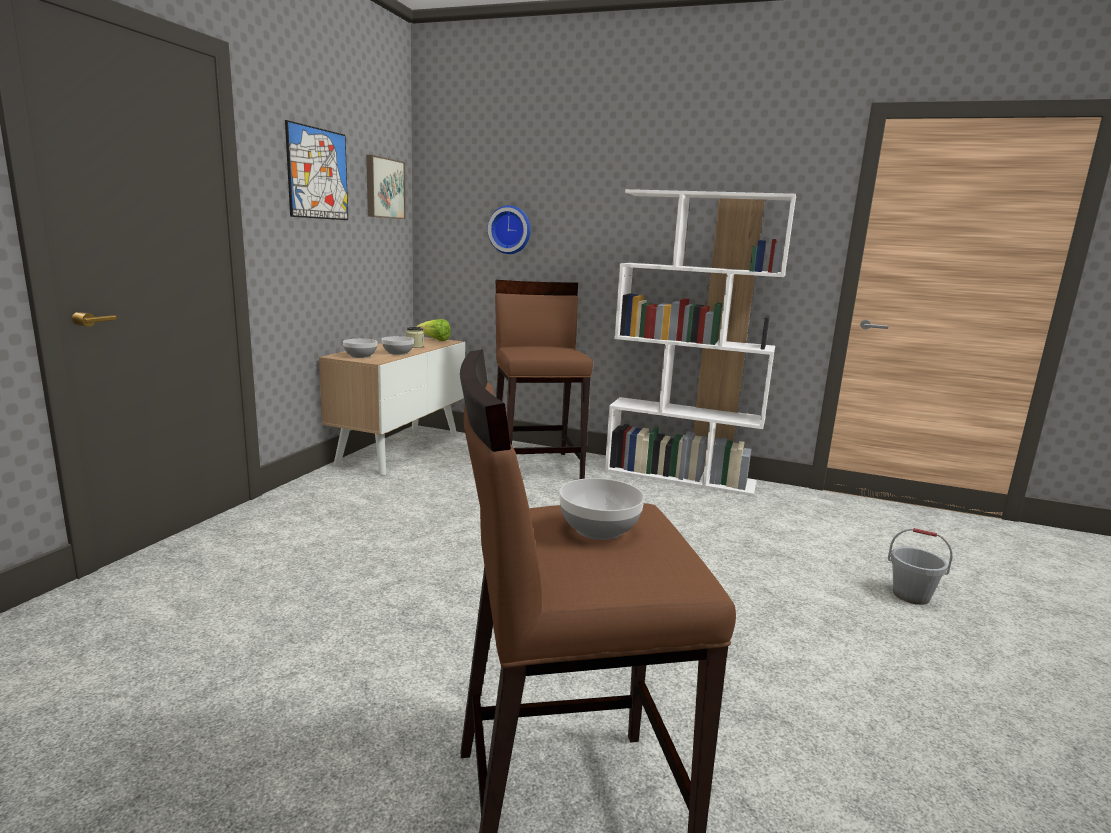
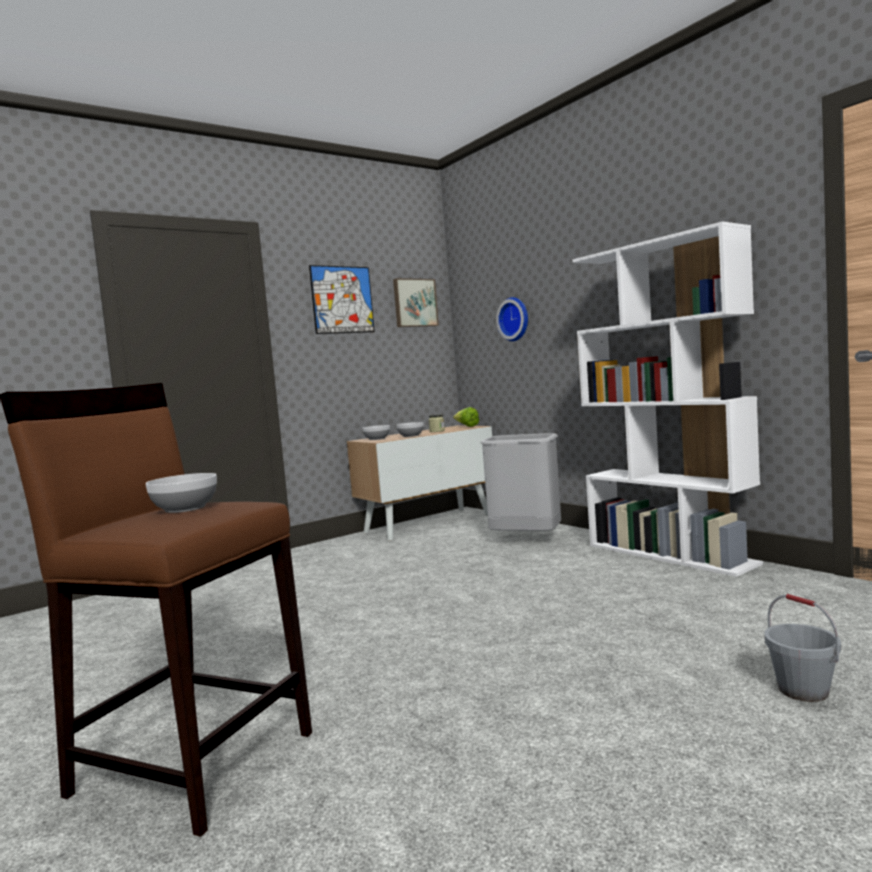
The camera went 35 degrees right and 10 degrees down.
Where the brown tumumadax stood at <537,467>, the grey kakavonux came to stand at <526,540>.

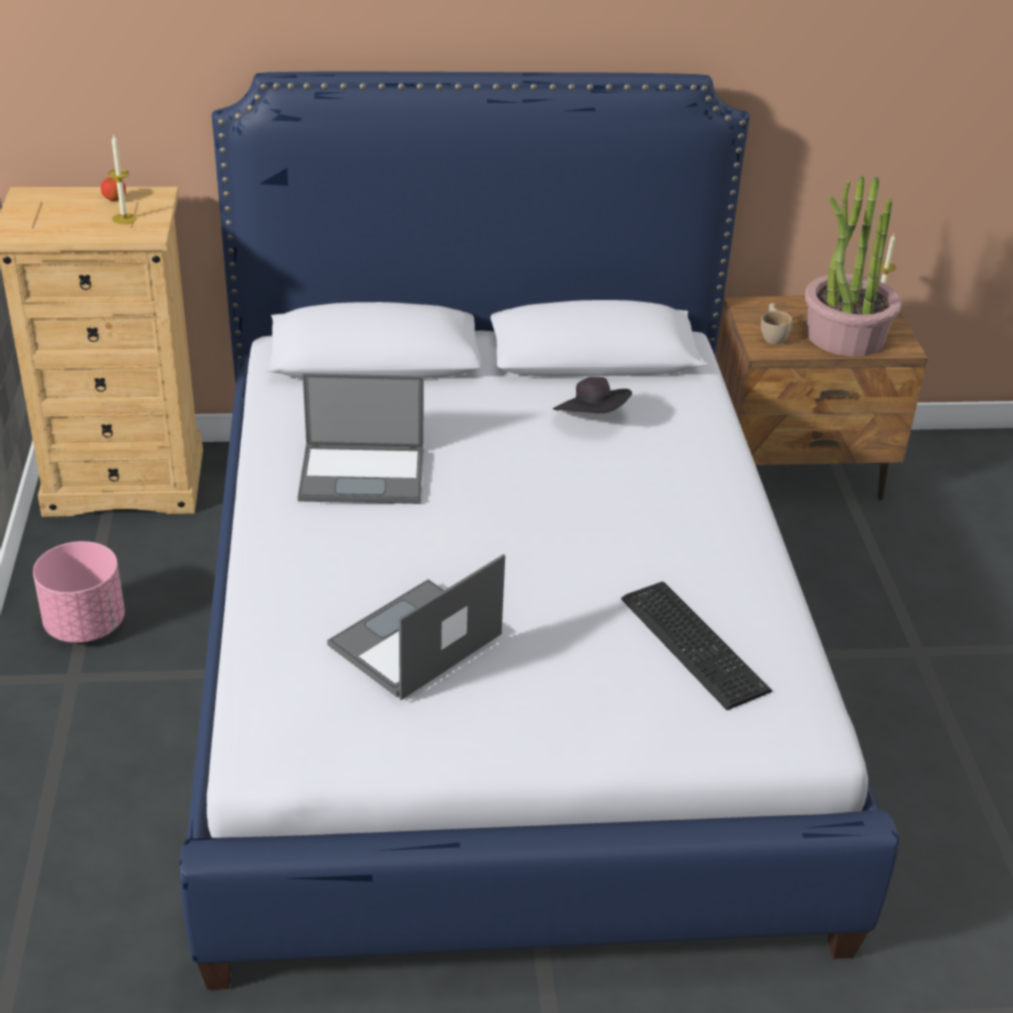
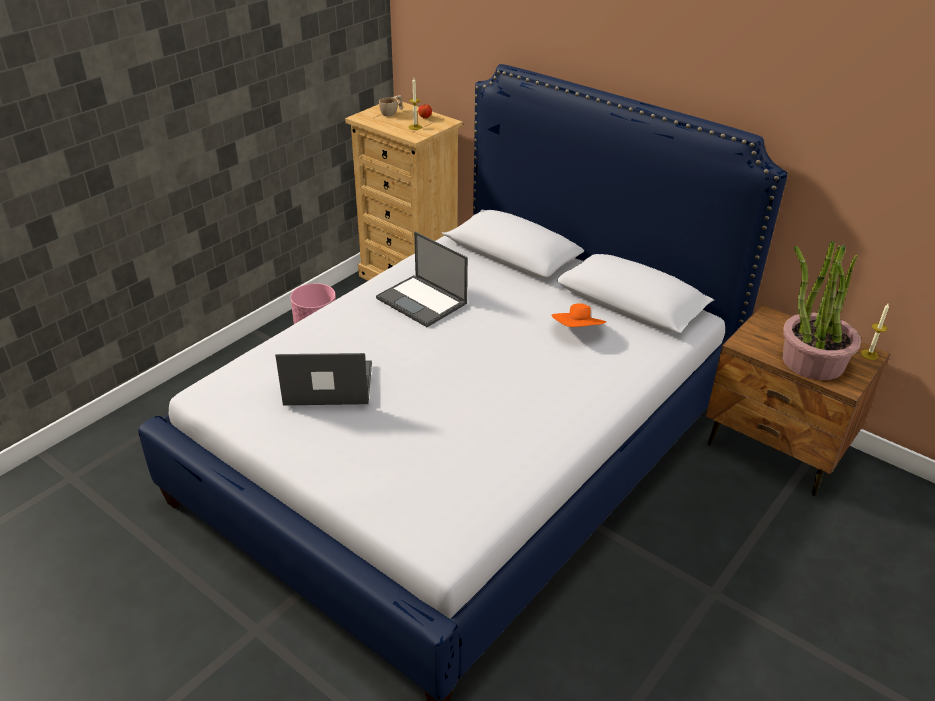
The camera went 45 degrees right and 0 degrees up.
The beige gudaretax ended up elsewhere, having gone from <773,335> to <392,113>.
What was the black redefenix at <592,419> turned into the orange redefenix at <578,331>.
The second view lost the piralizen at <695,641>.

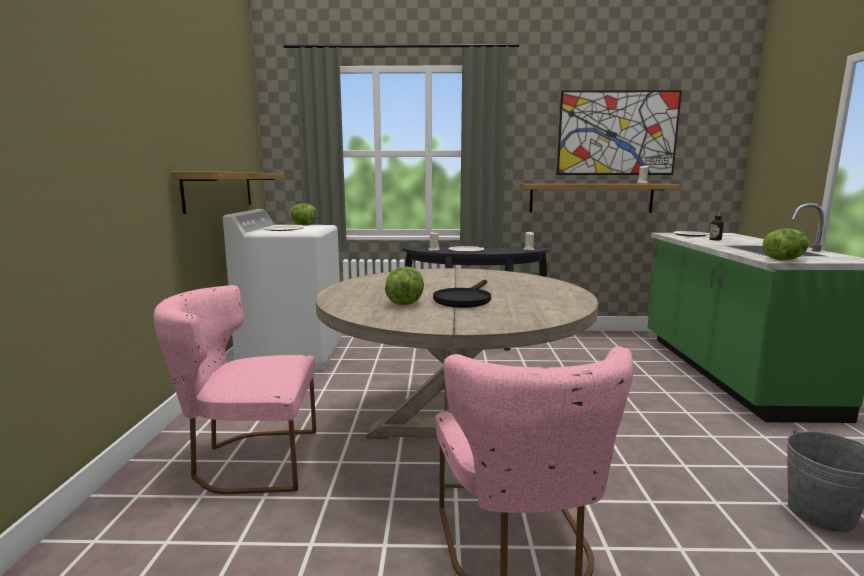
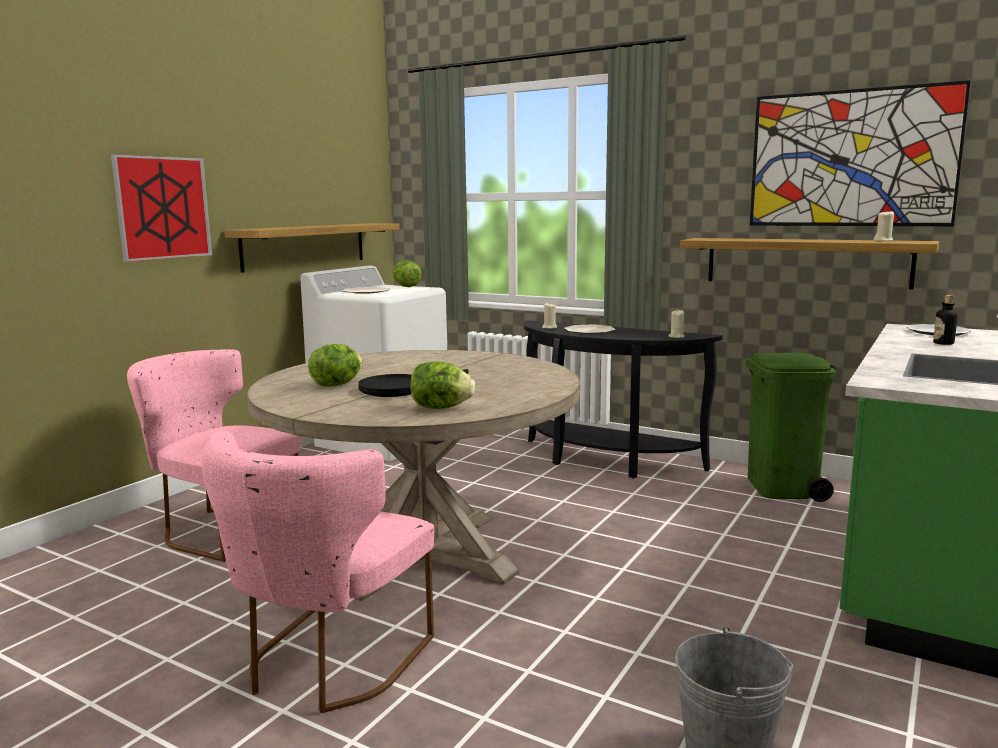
The camera went 30 degrees right and 0 degrees up.
The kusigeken ended up elsewhere, having gone from <784,260> to <441,408>.
The second view gained the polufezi at <163,208>.
The second view gained the green kakavonux at <782,488>.

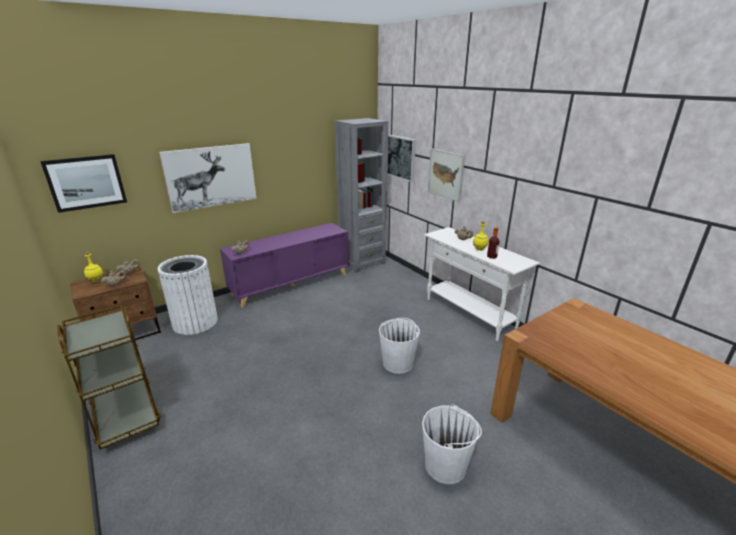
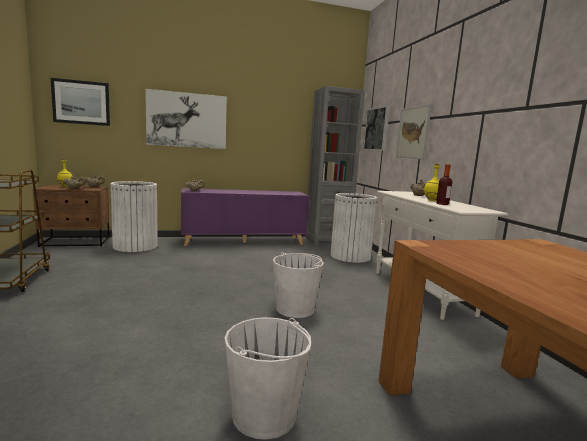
The camera went 20 degrees right and 15 degrees down.
The second view gained the white kakavonux at <350,256>.

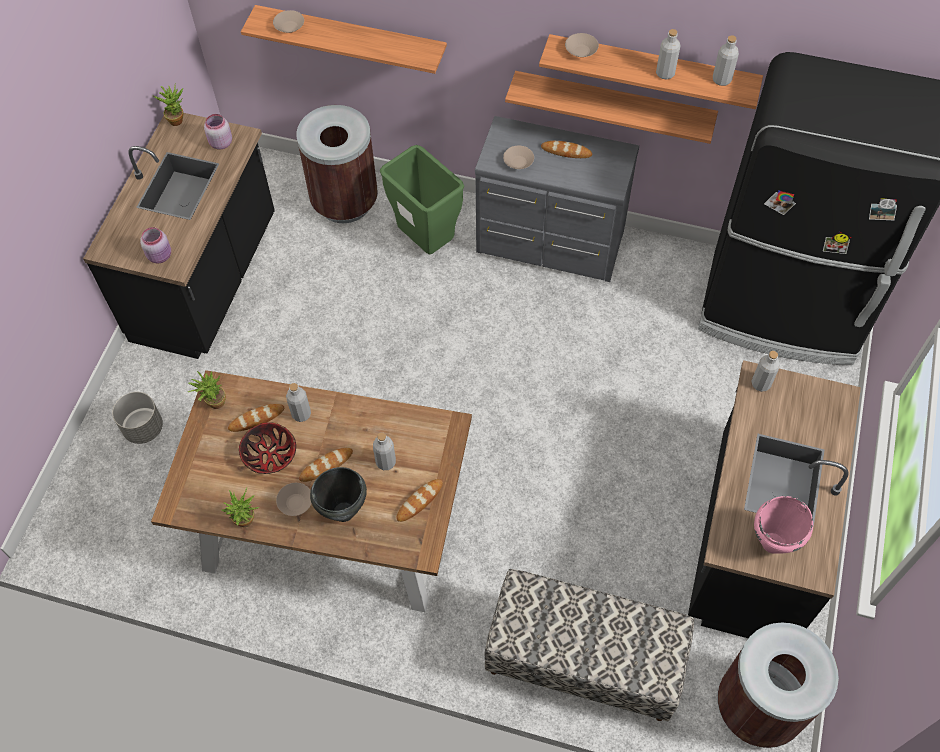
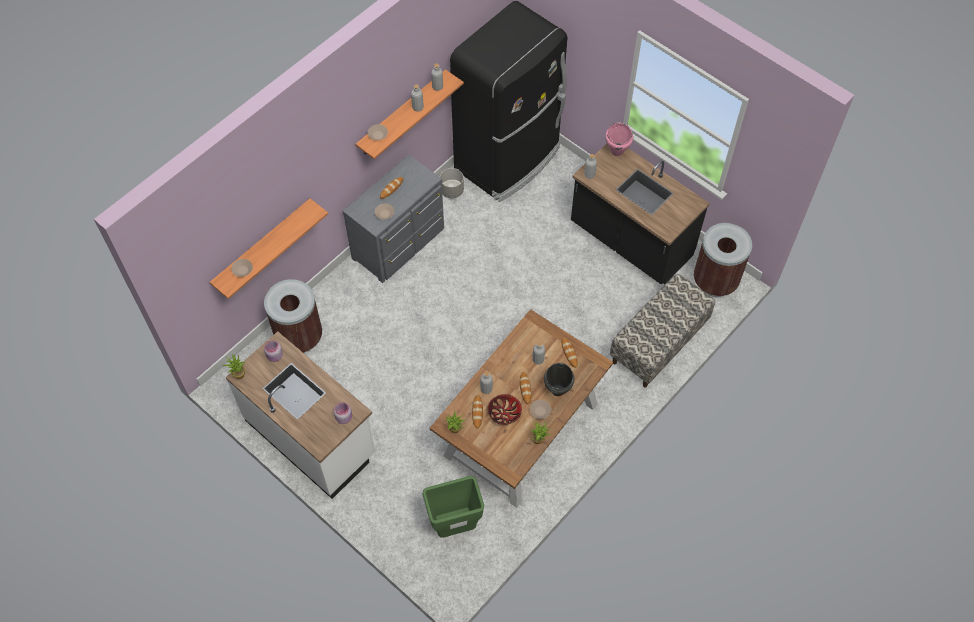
The camera went 65 degrees left and 0 degrees up.
The second view lost the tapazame at <613,104>.
What was the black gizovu at <207,279> turned into the white gizovu at <311,437>.
The green kakavonux ended up elsewhere, having gone from <427,242> to <455,526>.
The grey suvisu ended up elsewhere, having gone from <143,428> to <451,191>.
The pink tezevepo ended up elsewhere, having gone from <773,543> to <617,151>.

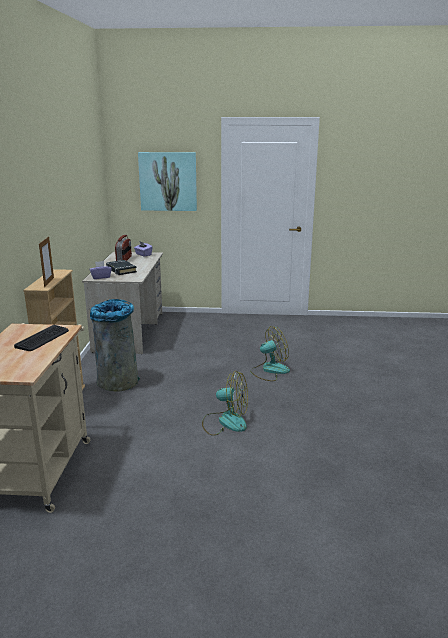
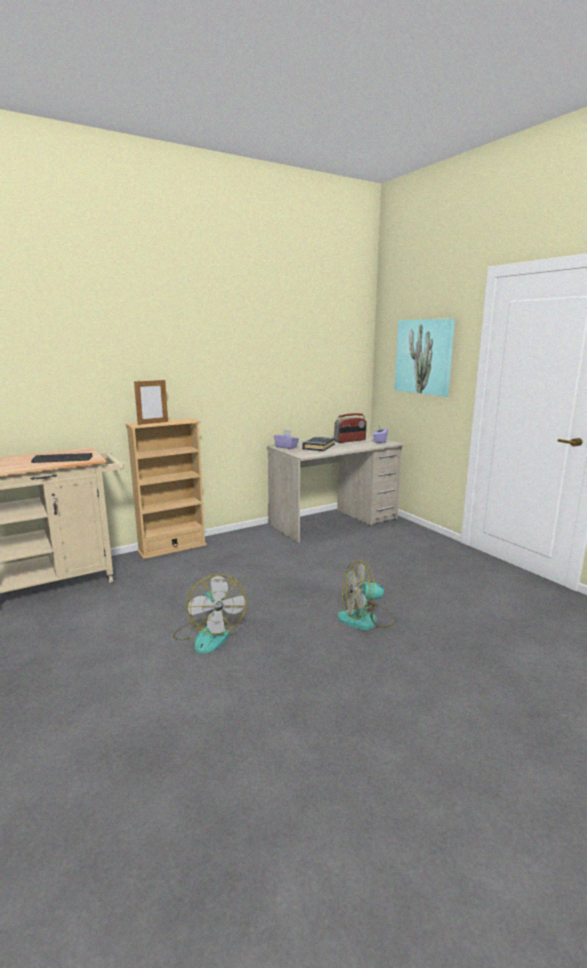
The camera went 55 degrees right and 5 degrees down.
The second view lost the grey kakavonux at <117,381>.
The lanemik at <269,370> ended up facing another way, 135 degrees clockwise from before.

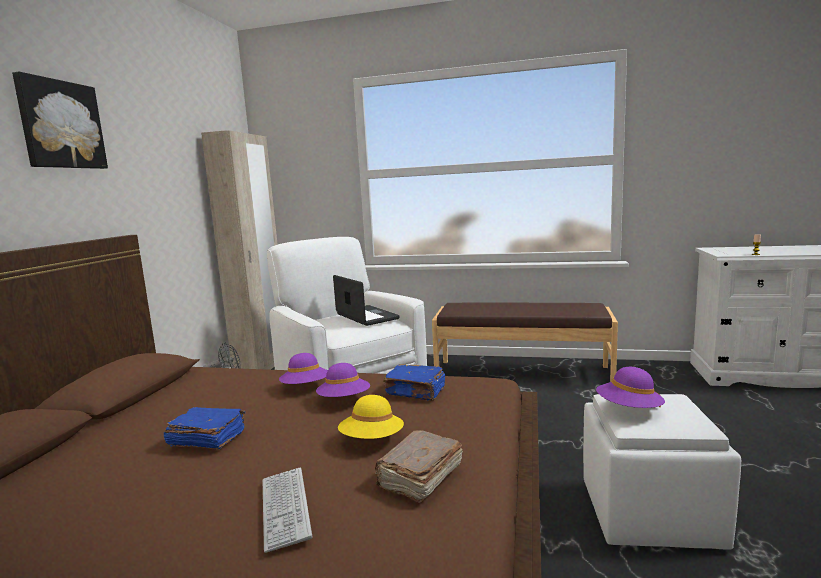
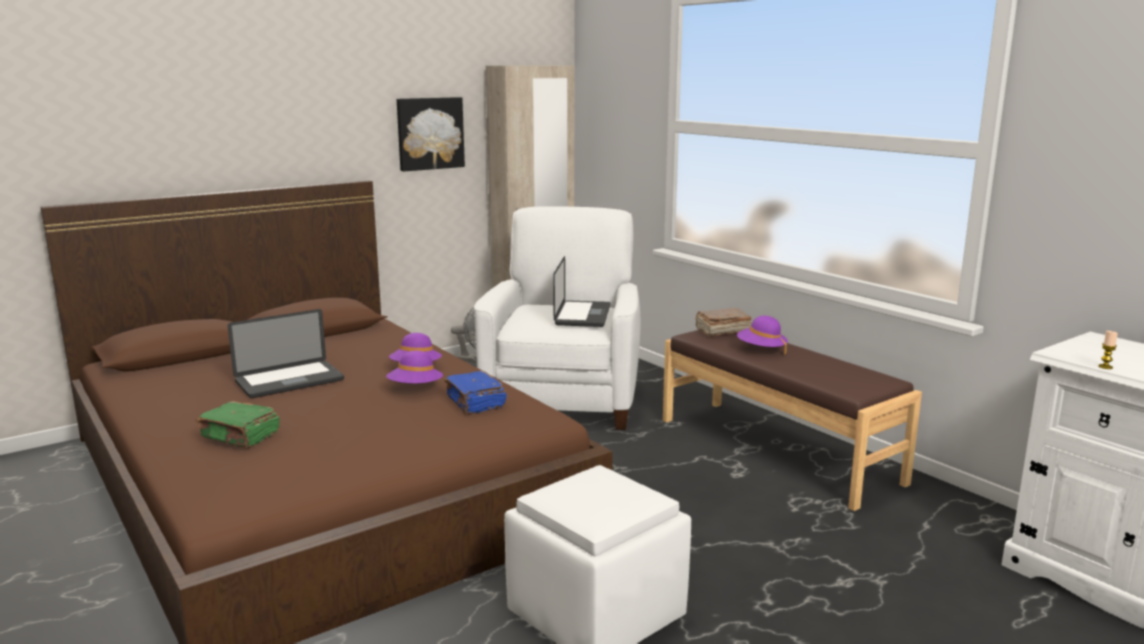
The camera went 40 degrees right and 5 degrees up.
The polufezi ended up elsewhere, having gone from <60,125> to <429,133>.
The purple redefenix ended up elsewhere, having gone from <629,410> to <761,350>.
The second view lost the yellow redefenix at <372,440>.
Where the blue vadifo stood at <207,439>, the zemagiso came to stand at <289,381>.
The brown vadifo ended up elsewhere, having gone from <419,478> to <722,331>.
Where the piralizen stood at <285,508>, the green vadifo came to stand at <240,436>.

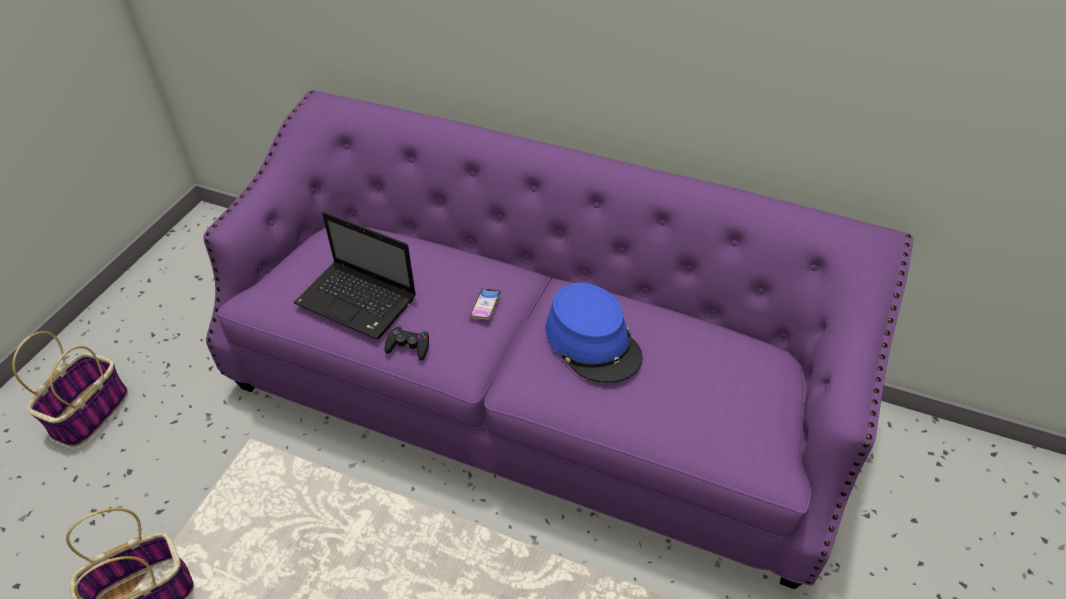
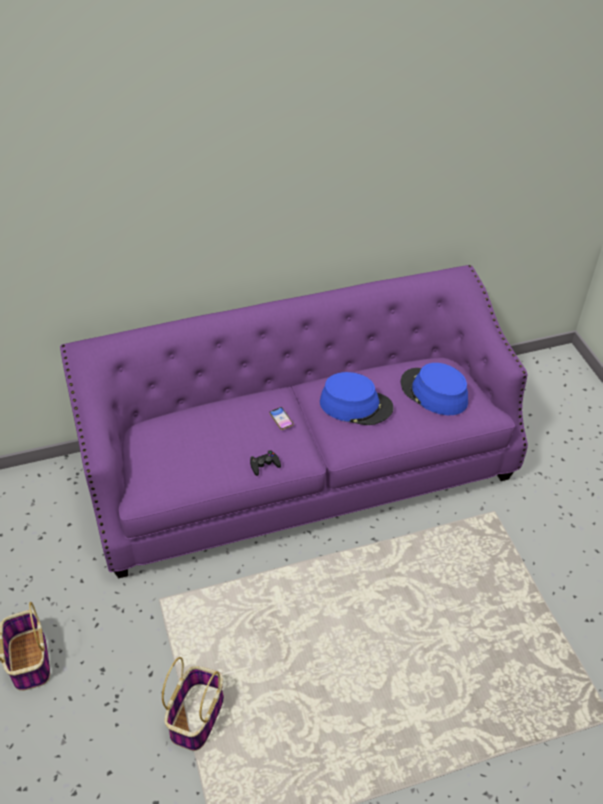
The camera went 40 degrees left and 0 degrees up.
The second view lost the zemagiso at <359,301>.
The second view gained the blue redefenix at <433,392>.

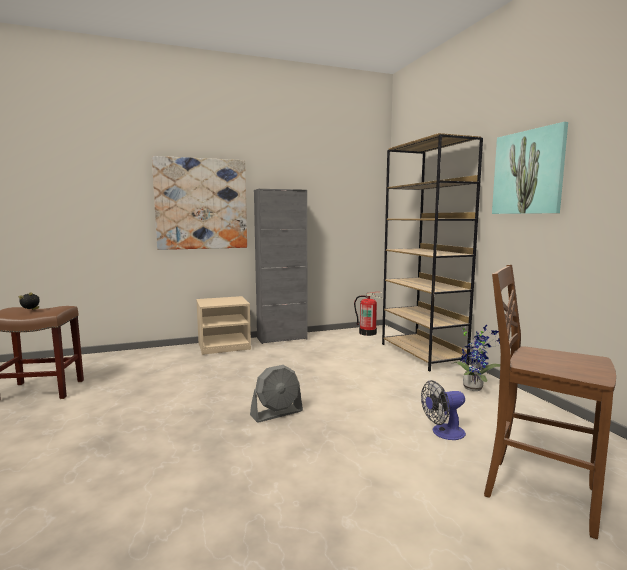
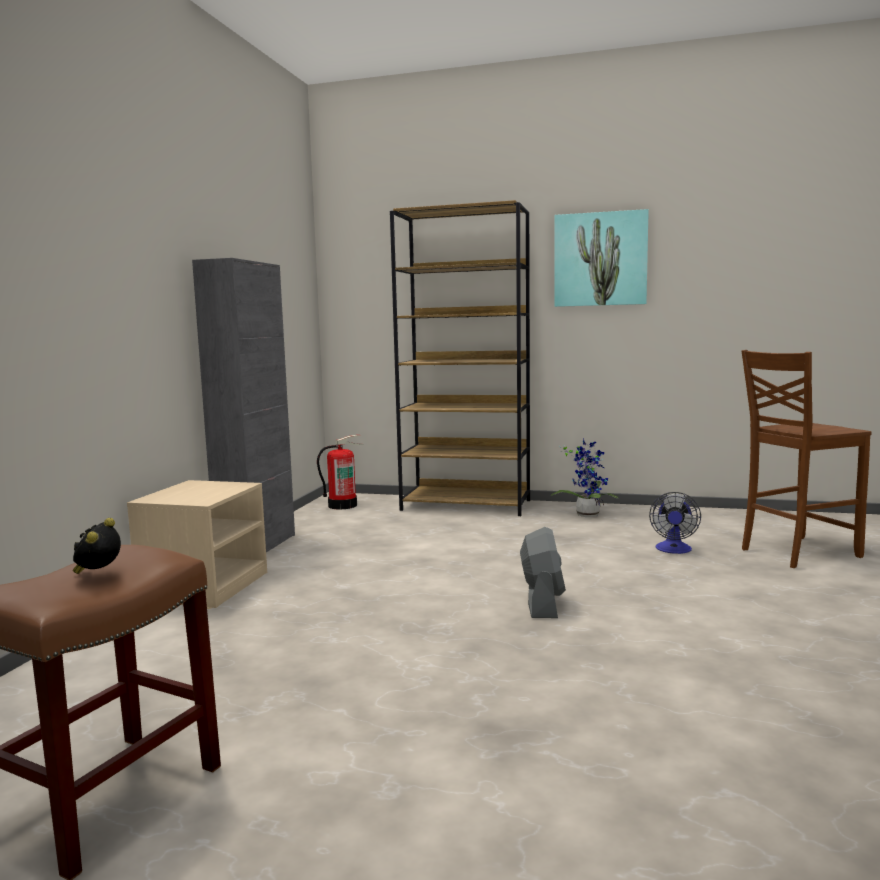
The camera went 55 degrees left and 0 degrees up.
The second view lost the polufezi at <201,204>.

